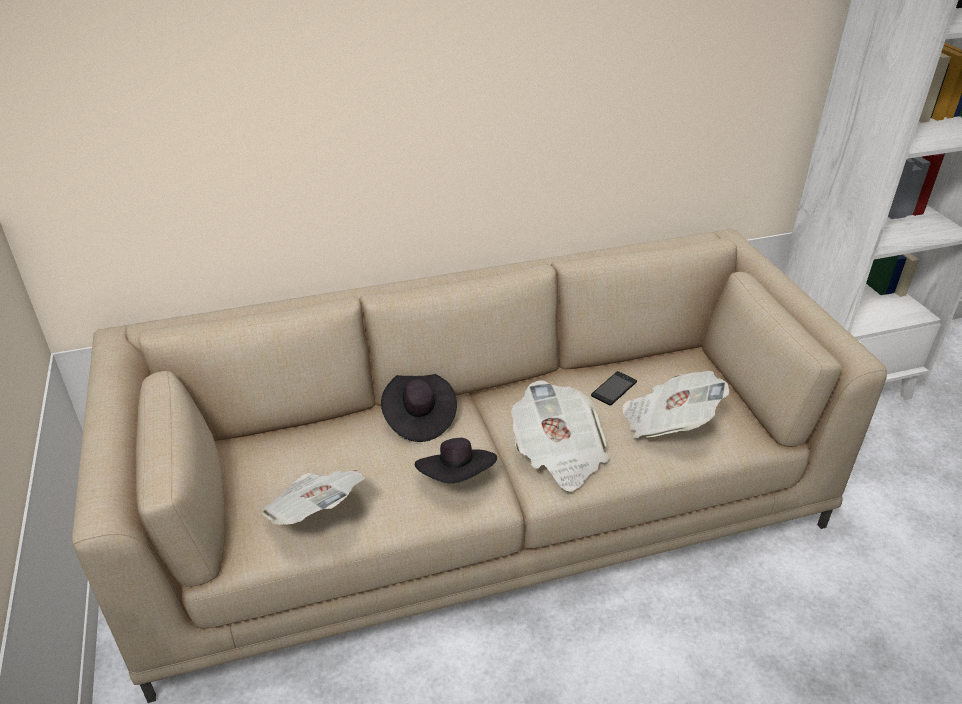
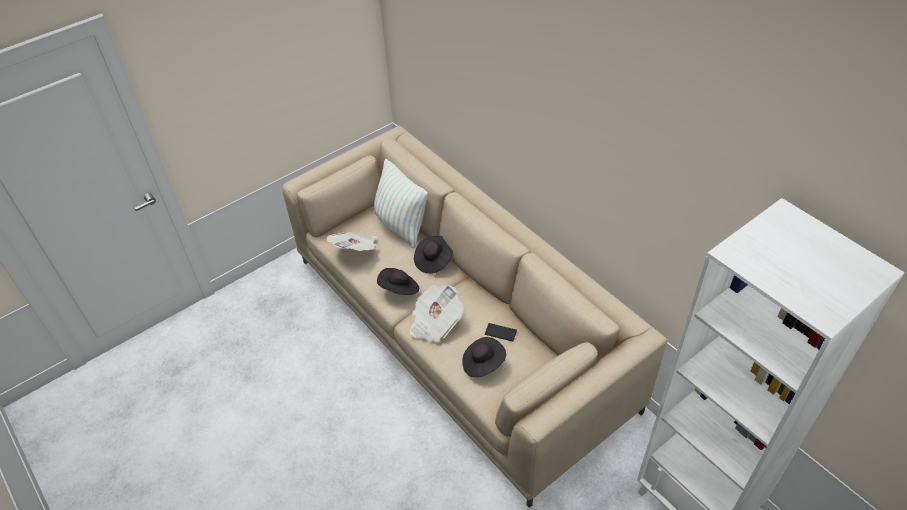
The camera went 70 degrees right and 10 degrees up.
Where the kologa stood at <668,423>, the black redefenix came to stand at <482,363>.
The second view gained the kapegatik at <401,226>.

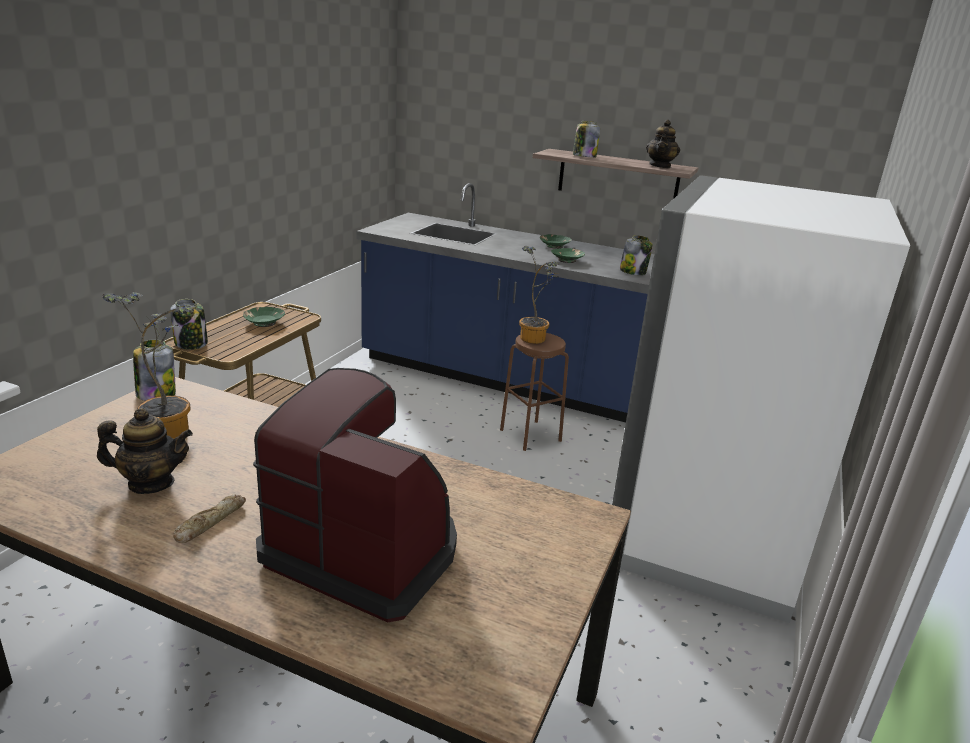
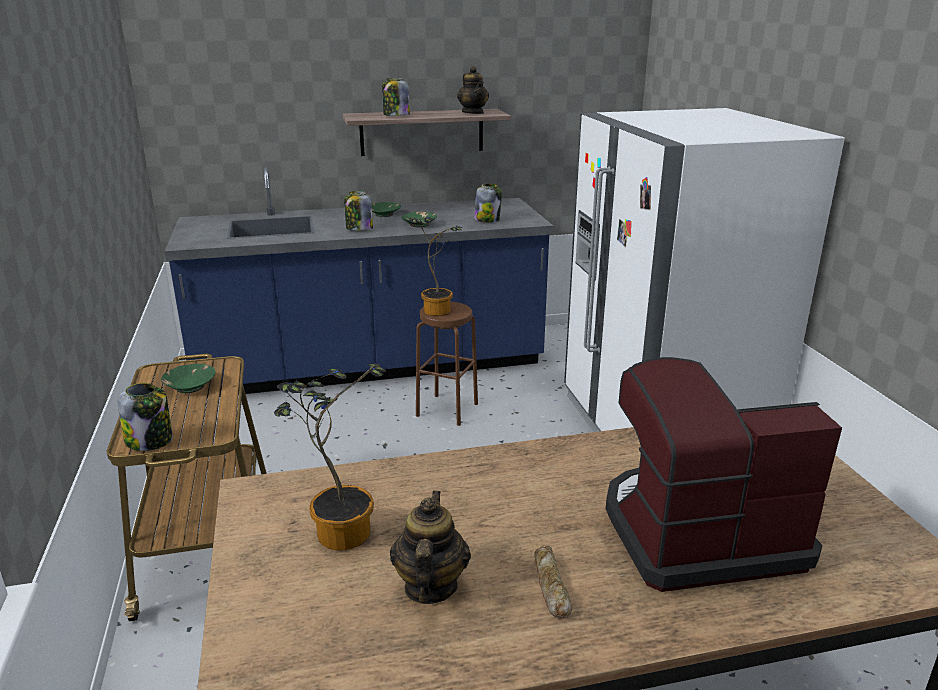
The camera went 35 degrees left and 0 degrees up.
The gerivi ended up elsewhere, having gone from <156,394> to <359,229>.
The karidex at <151,483> ended up facing another way, 45 degrees counterclockwise from before.

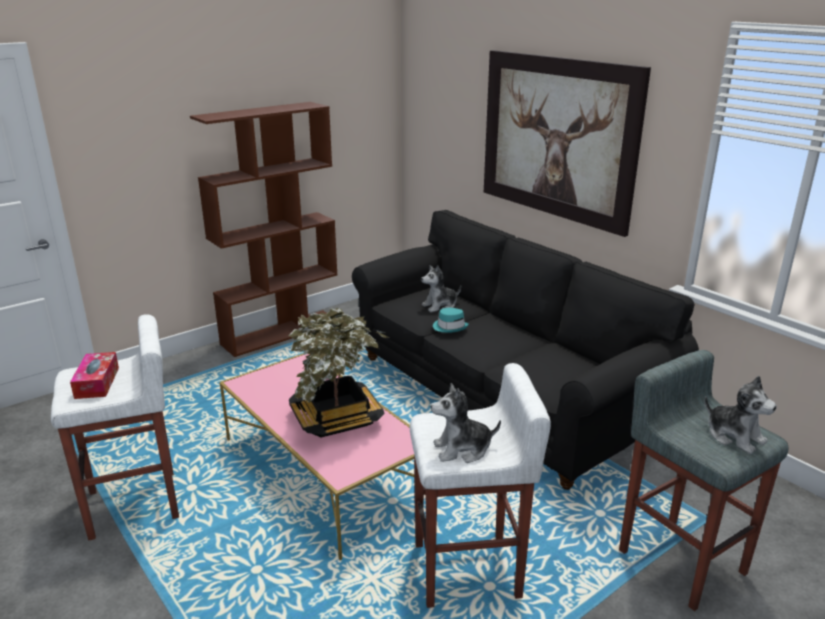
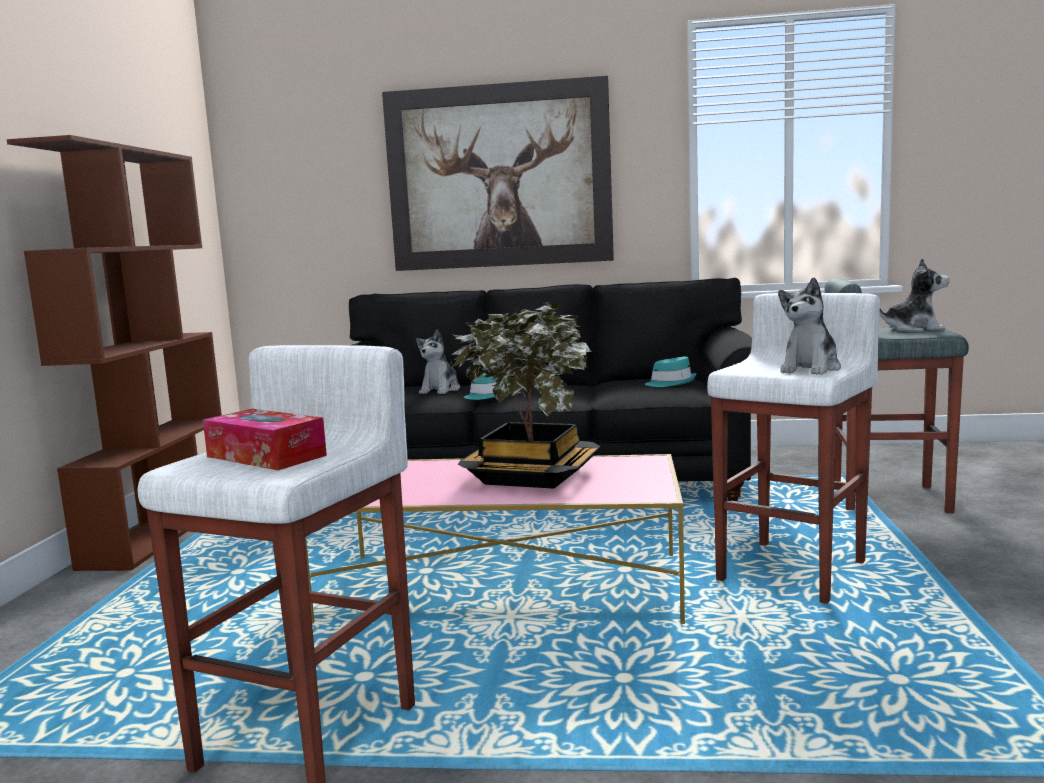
The camera went 45 degrees left and 15 degrees down.
The second view gained the turquoise redefenix at <671,383>.

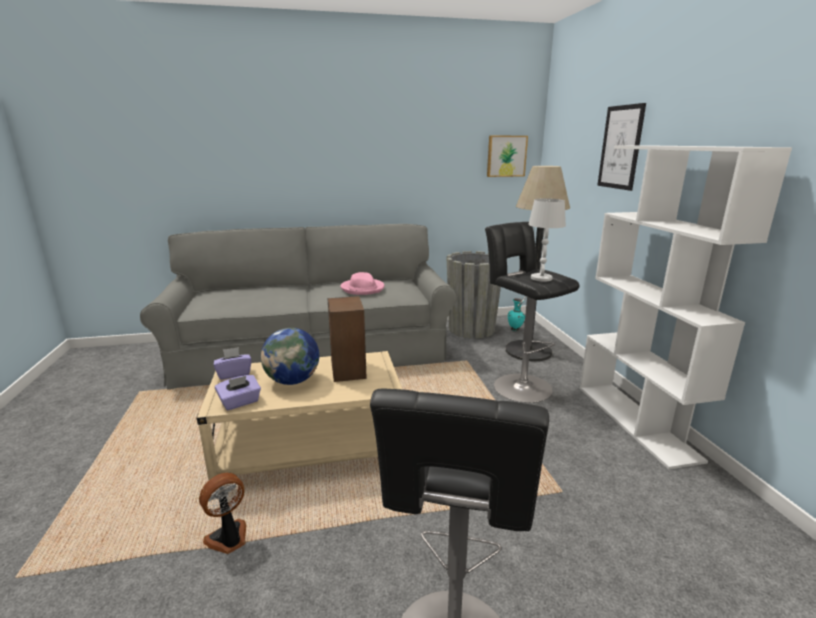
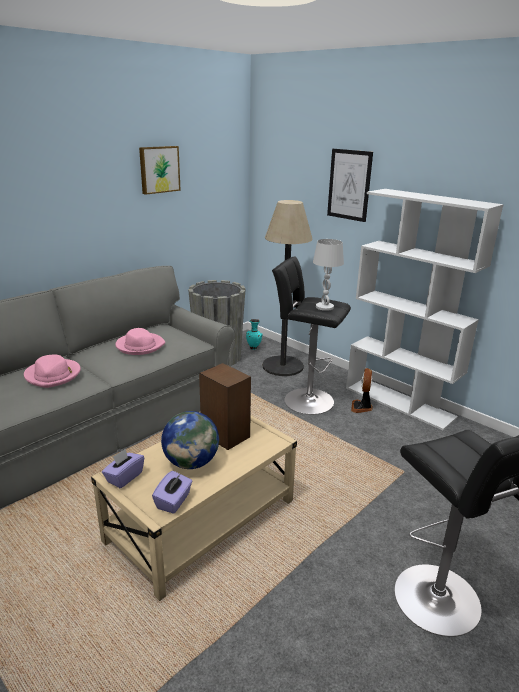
The camera went 35 degrees left and 5 degrees up.
The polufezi ended up elsewhere, having gone from <506,156> to <159,169>.
The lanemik ended up elsewhere, having gone from <229,539> to <362,407>.
The second view gained the pink redefenix at <53,375>.

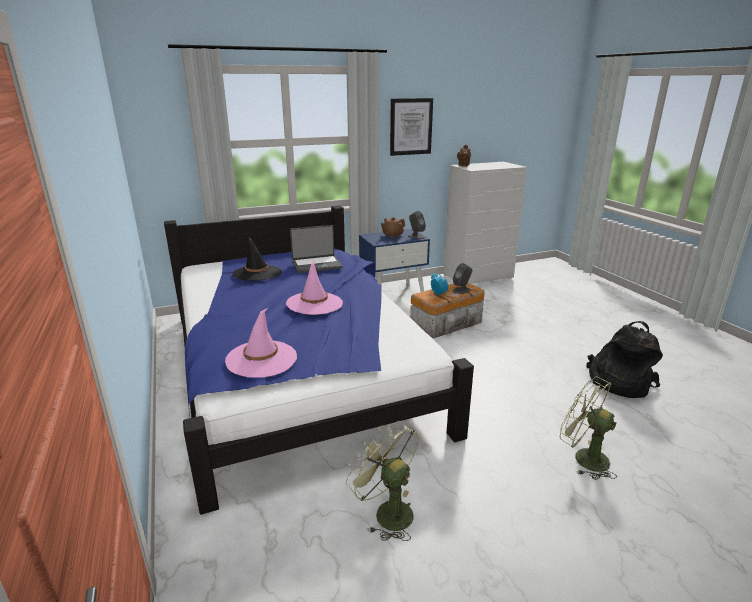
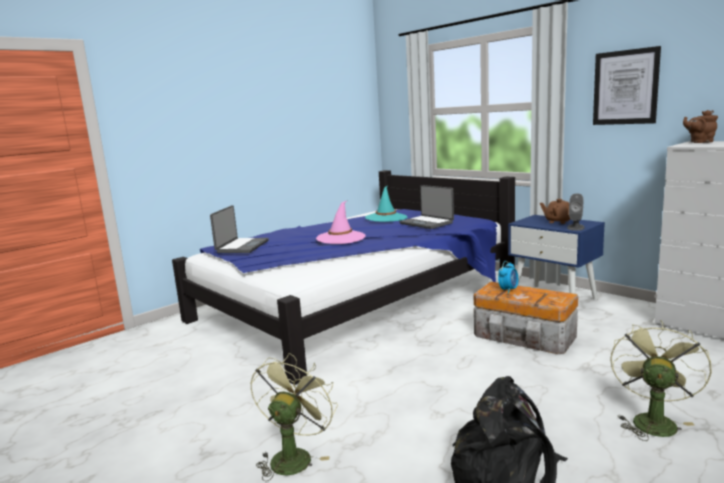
The camera went 70 degrees right and 10 degrees down.
What was the black redefenix at <257,273> turned into the turquoise redefenix at <386,218>.
The second view lost the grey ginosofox at <462,290>.
Where the pink redefenix stood at <261,359>, the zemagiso came to stand at <241,246>.
The green lanemik ended up elsewhere, having gone from <387,511> to <652,420>.

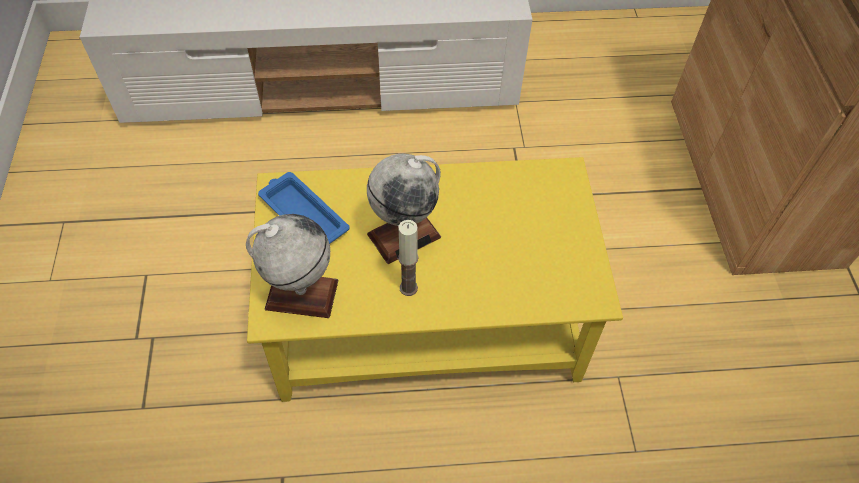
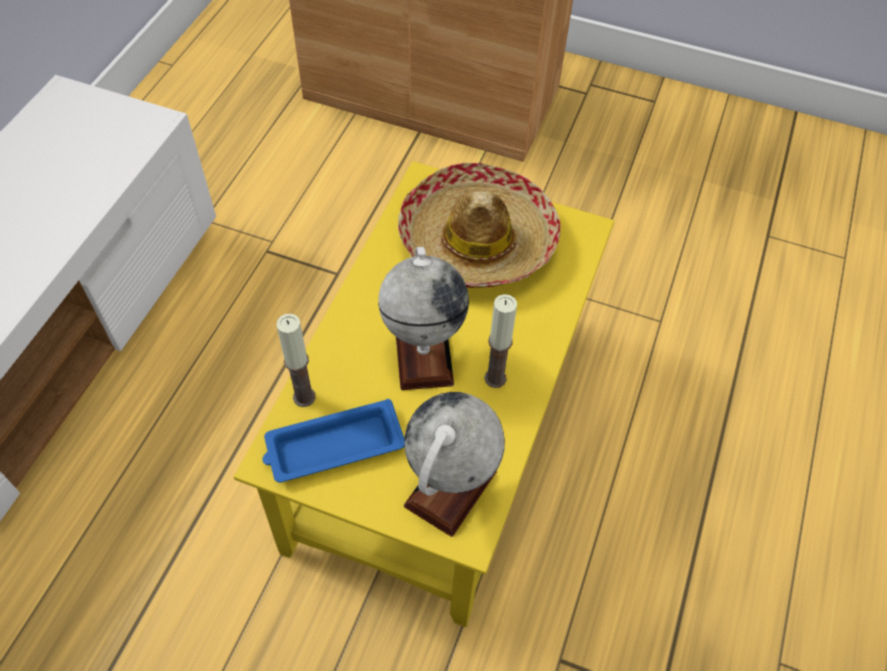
The camera went 65 degrees left and 0 degrees up.
The second view gained the redefenix at <478,240>.
The second view gained the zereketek at <304,397>.

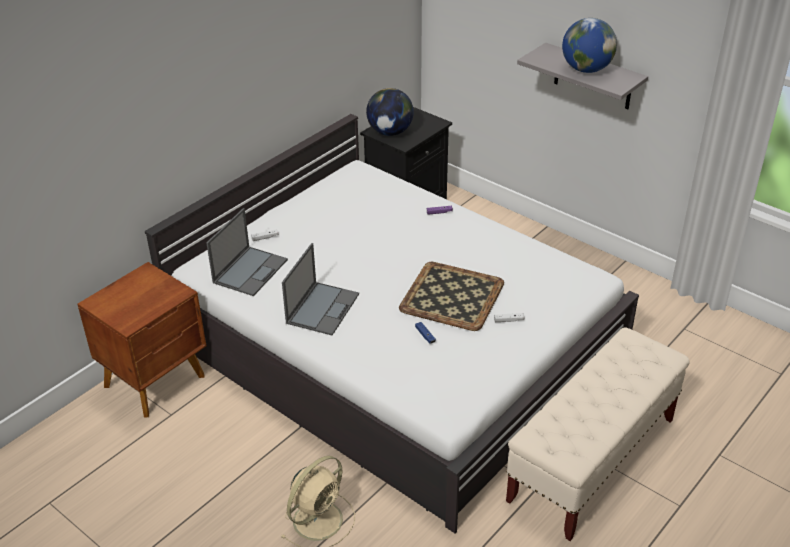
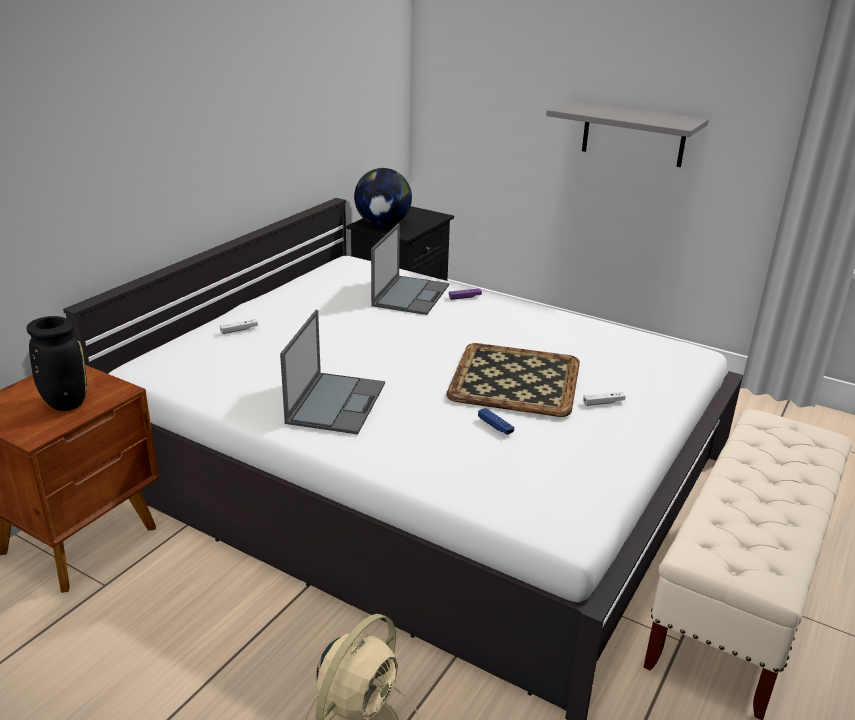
The camera went 10 degrees left and 10 degrees down.
The second view lost the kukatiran at <586,69>.
The zemagiso ended up elsewhere, having gone from <250,270> to <411,295>.
The second view gained the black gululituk at <64,403>.

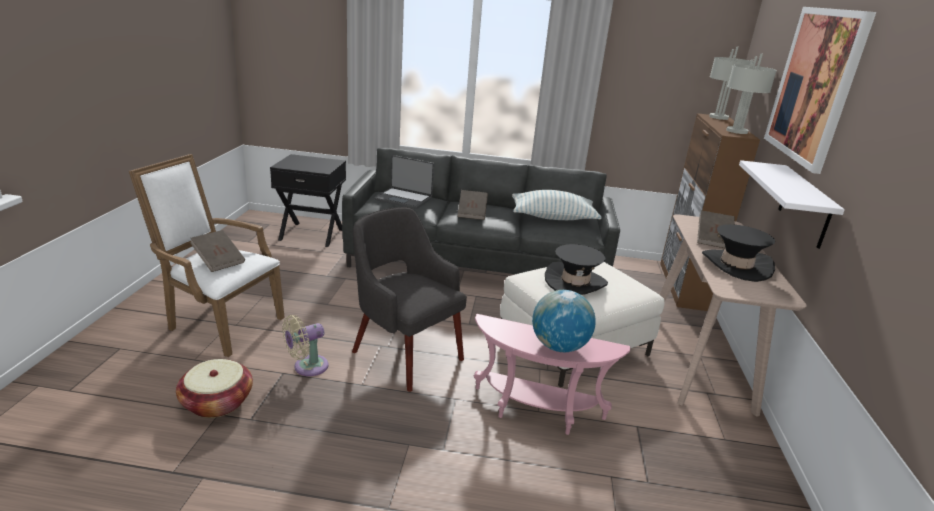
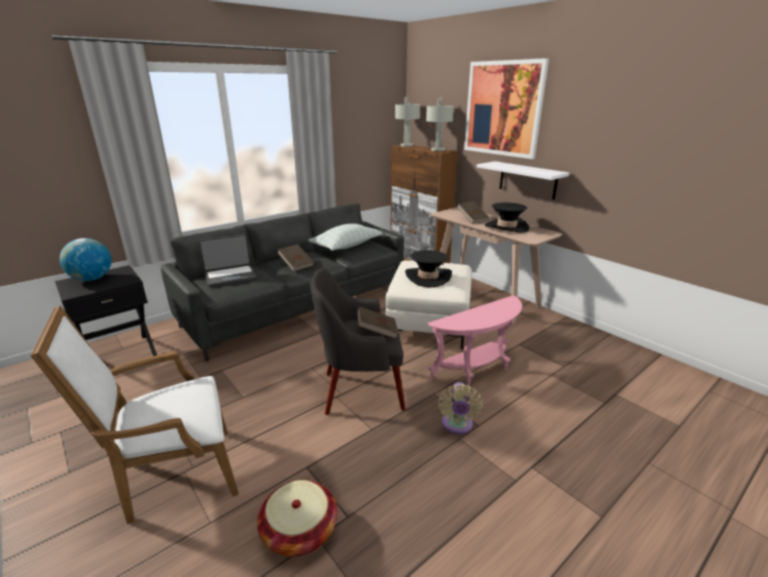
The camera went 45 degrees left and 0 degrees up.
The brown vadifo ended up elsewhere, having gone from <219,261> to <377,331>.
The kukatiran ended up elsewhere, having gone from <558,346> to <92,279>.
The beige lanemik ended up elsewhere, having gone from <307,367> to <457,425>.

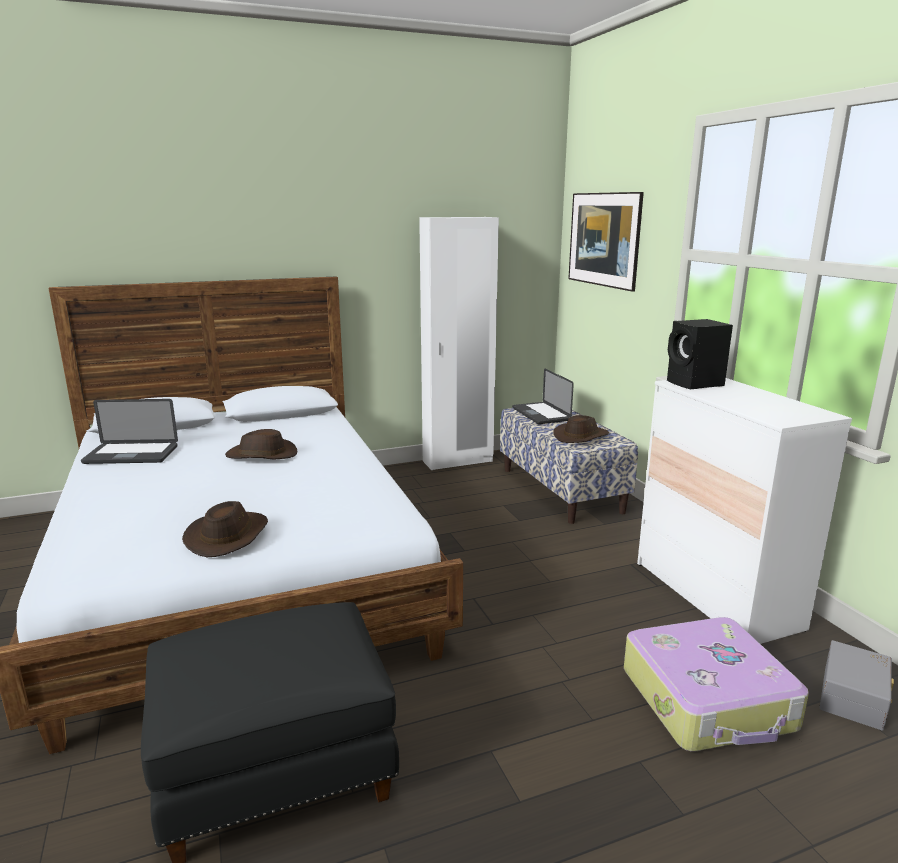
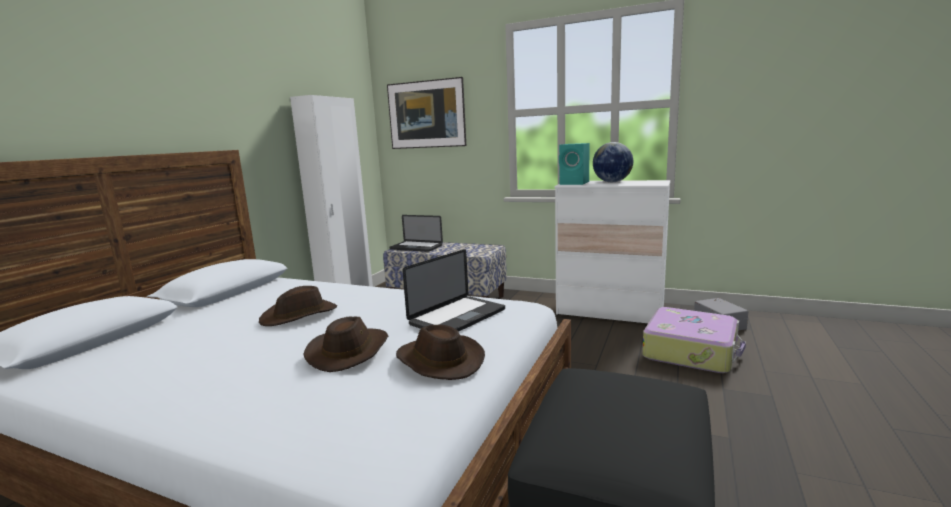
The camera went 45 degrees left and 5 degrees down.
What was the black ginosofox at <695,384> turned into the turquoise ginosofox at <575,183>.
The zemagiso ended up elsewhere, having gone from <131,455> to <457,317>.
The brown redefenix ended up elsewhere, having gone from <581,436> to <349,351>.
The second view gained the kukatiran at <612,182>.

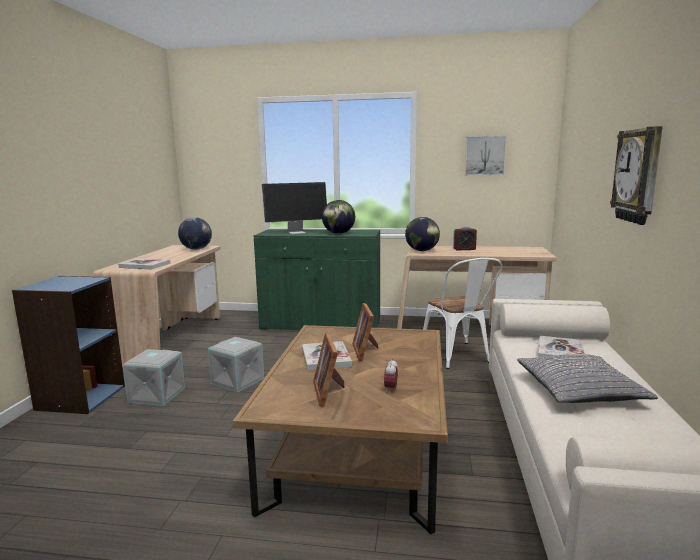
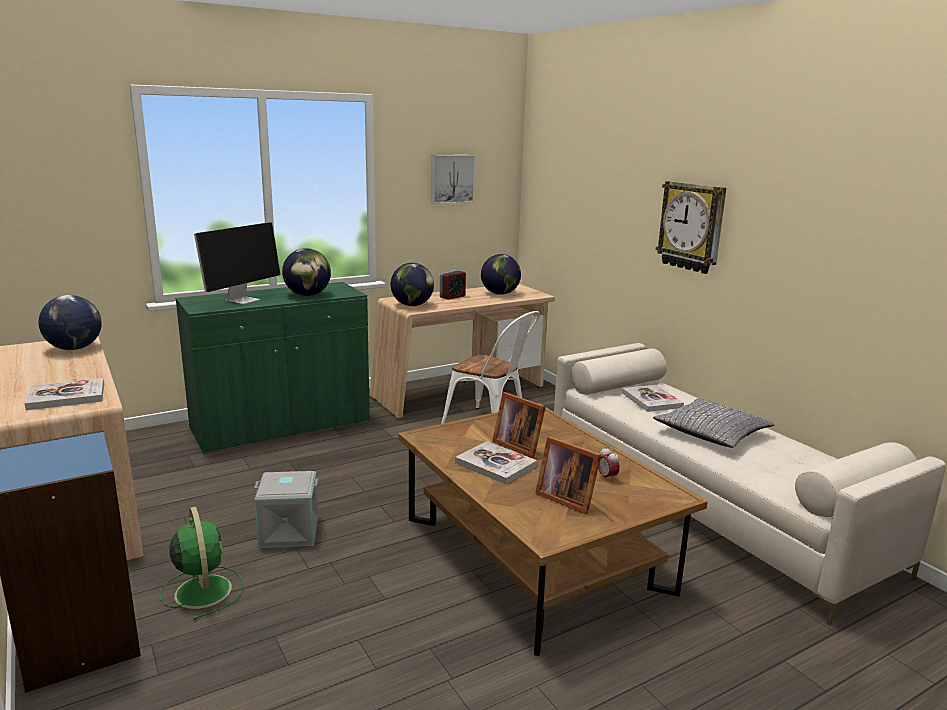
The camera went 40 degrees left and 5 degrees up.
Where the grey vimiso stood at <156,394>, the green lanemik came to stand at <203,590>.
The second view gained the kukatiran at <500,293>.

